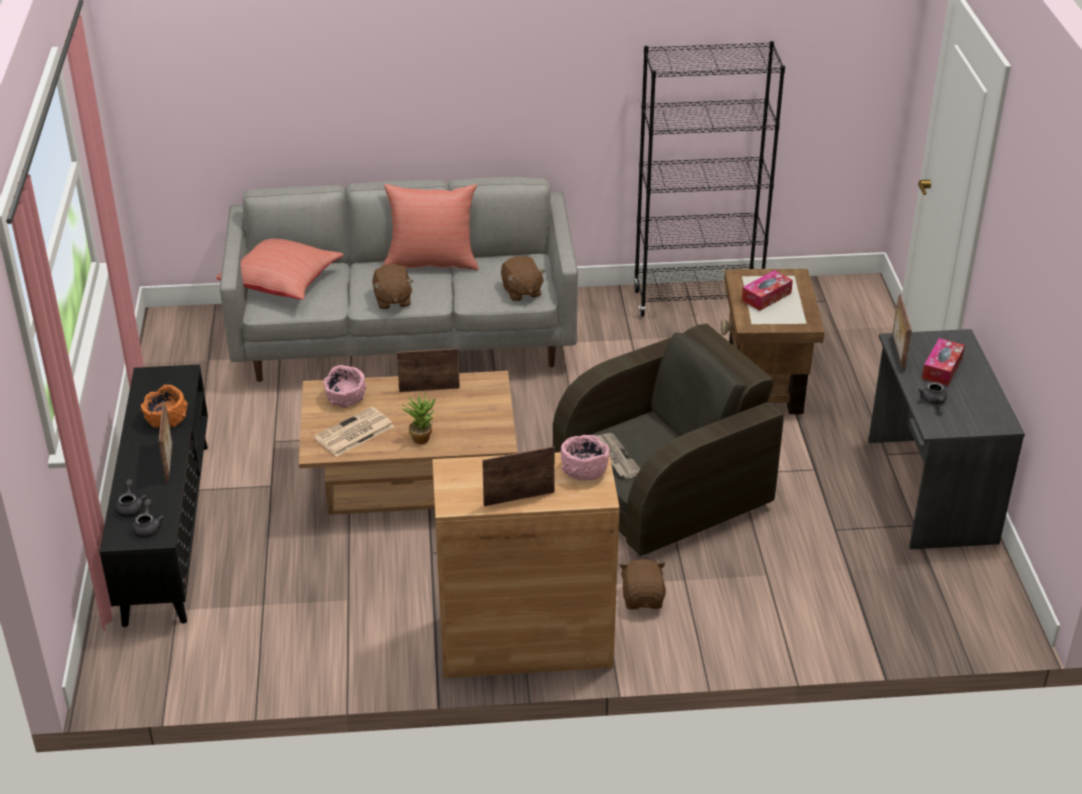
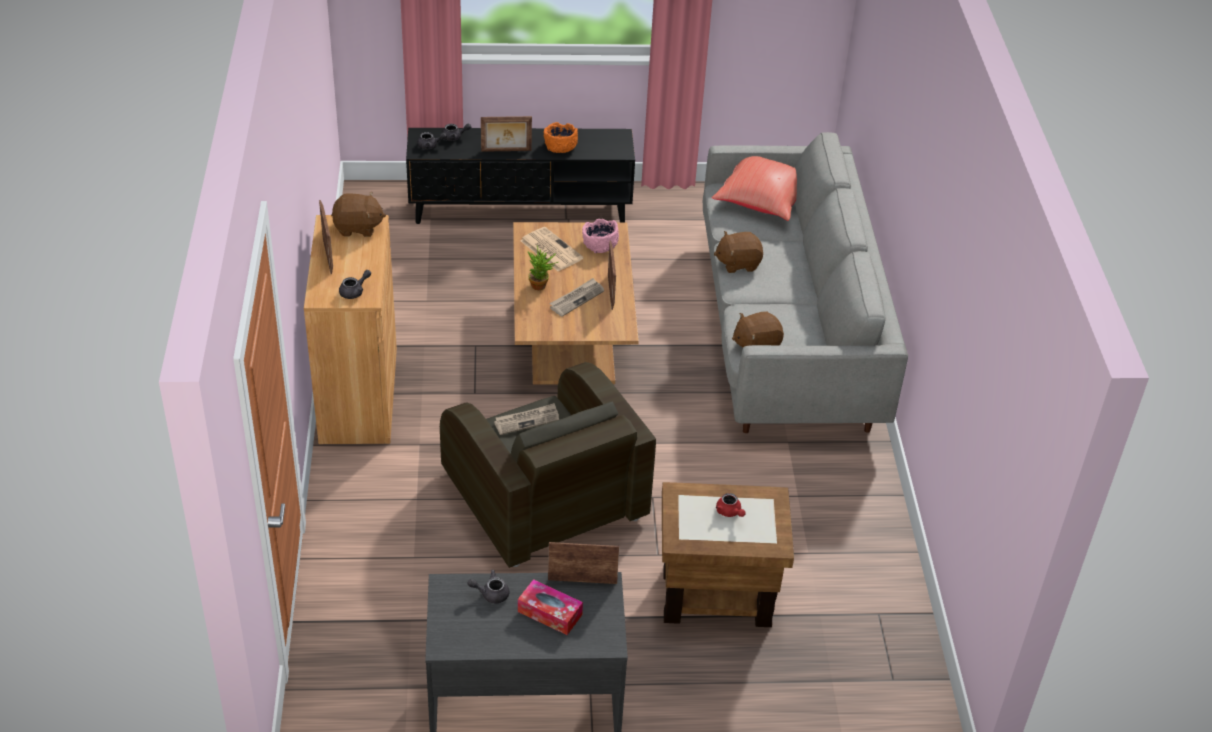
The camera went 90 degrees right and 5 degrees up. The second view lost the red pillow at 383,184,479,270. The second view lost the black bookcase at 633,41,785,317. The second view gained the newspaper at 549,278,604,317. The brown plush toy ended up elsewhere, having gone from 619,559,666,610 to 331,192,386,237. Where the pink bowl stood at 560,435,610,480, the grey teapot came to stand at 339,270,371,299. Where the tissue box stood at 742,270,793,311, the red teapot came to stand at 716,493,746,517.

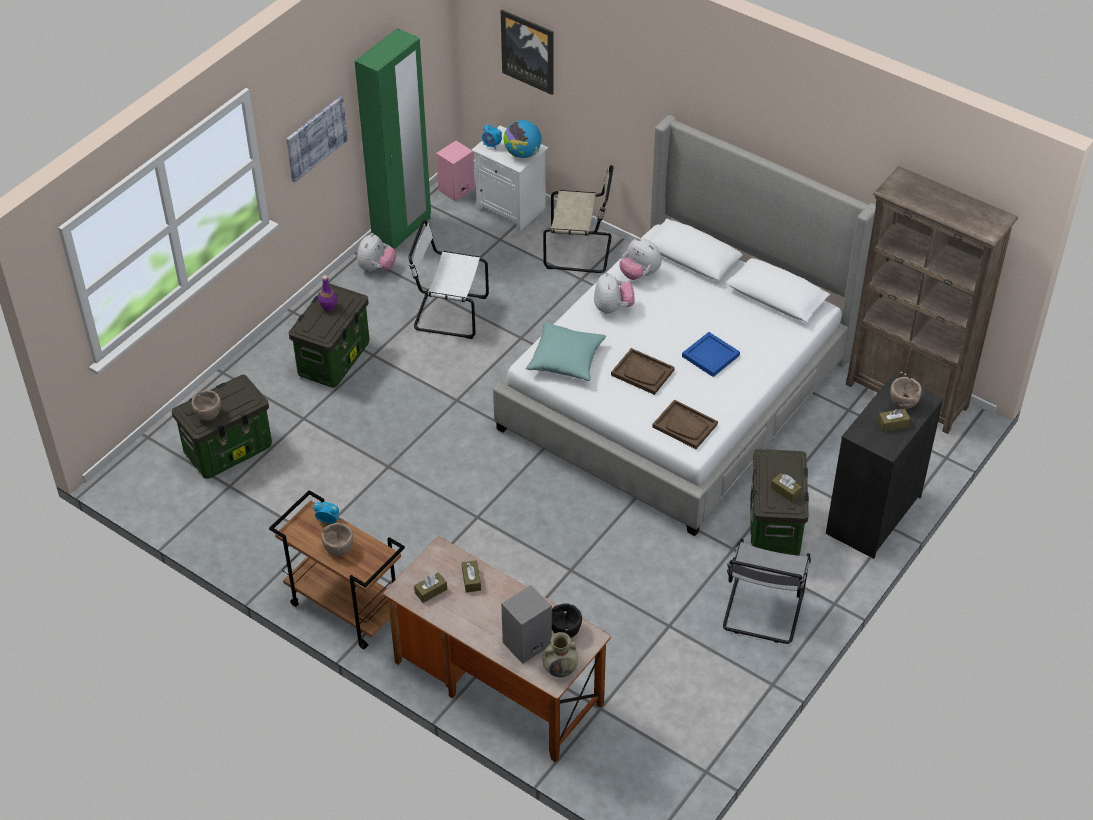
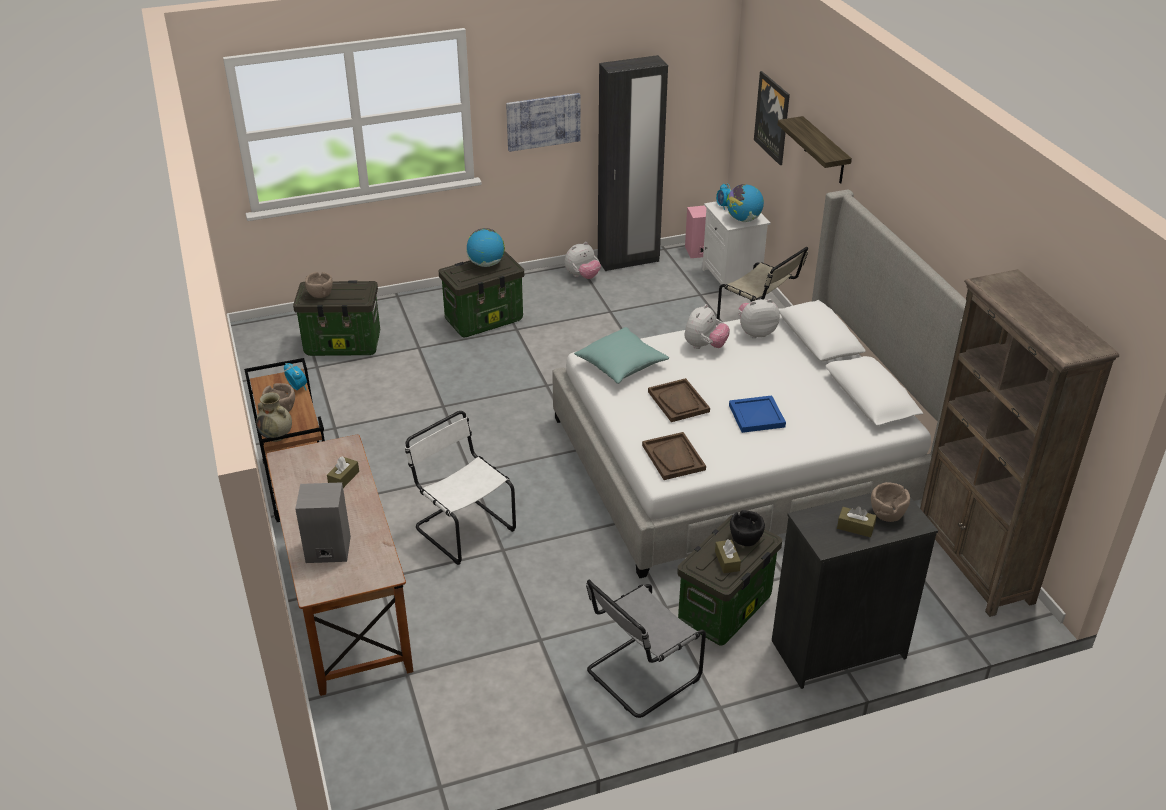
The camera went 35 degrees right and 10 degrees down. The second view lost the brown tissue box at 414,572,447,603. The second view gained the shelf at 778,116,852,184. The white chair ended up elsewhere, having gone from 409,220,489,339 to 405,411,516,565. The beige vase ended up elsewhere, having gone from 542,632,578,677 to 256,392,292,442. The black bowl ended up elsewhere, having gone from 552,603,582,638 to 730,510,765,546. Where the purple bottle stood at 318,275,337,311, the globe came to stand at 466,228,505,267. What was the green wardrobe at 355,28,431,249 turned into the black wardrobe at 598,55,668,271. The plush toy at 619,237,661,280 ended up facing another way, 90 degrees clockwise from before.

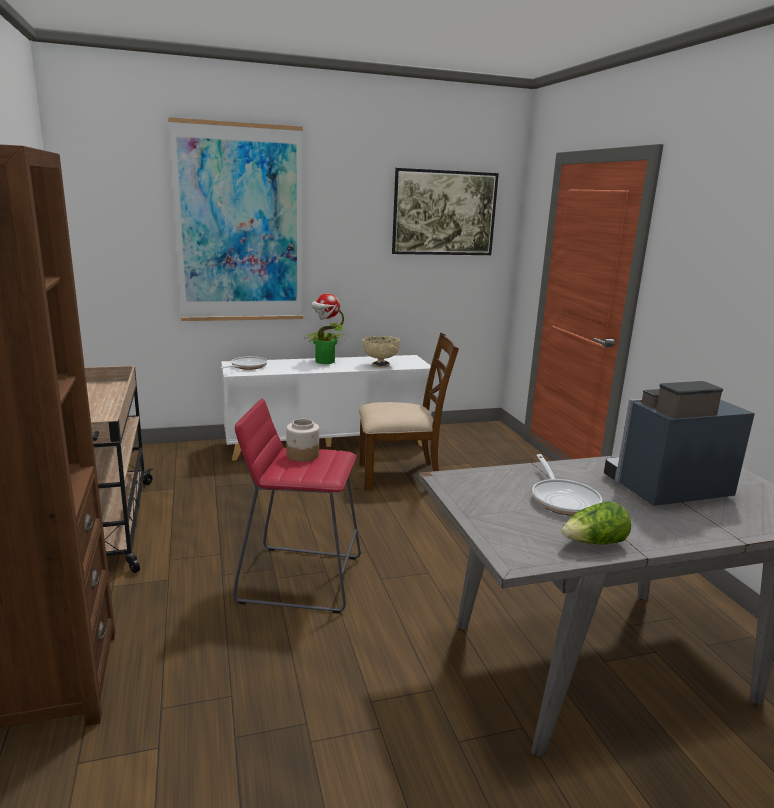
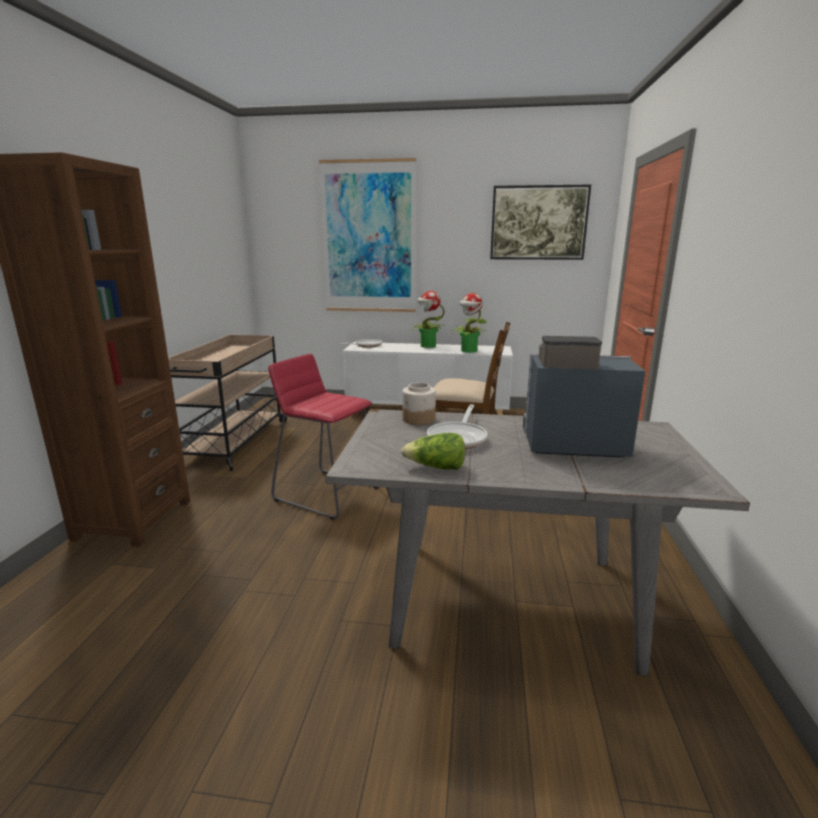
The camera went 25 degrees right and 0 degrees up. The jar ended up elsewhere, having gone from 286,419,319,462 to 402,382,436,425. Where the beige bowl stood at 363,336,400,368, the potted plant came to stand at 451,293,488,353.

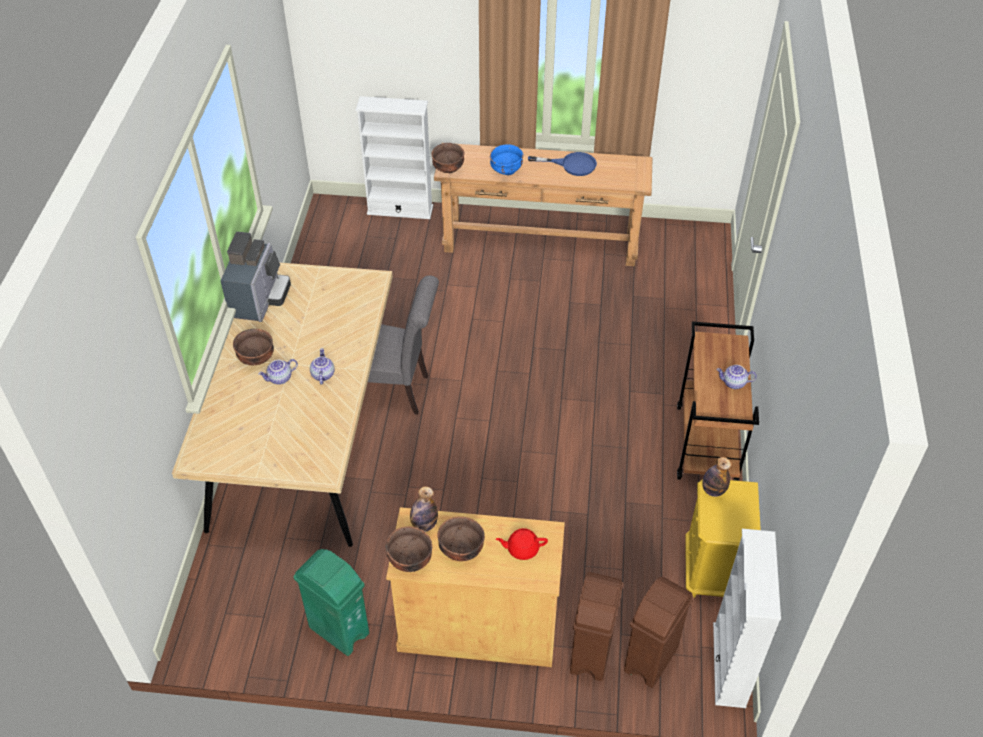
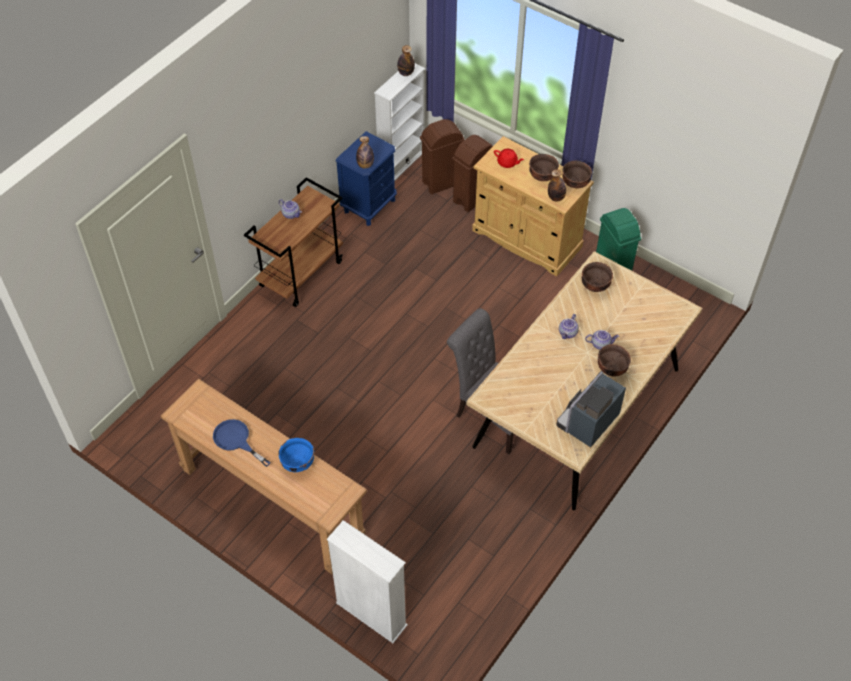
The camera went 150 degrees left and 5 degrees up. The second view gained the bottle at 397,45,415,76. The brown bowl ended up elsewhere, having gone from 431,143,465,173 to 582,262,613,292. What was the yellow nightstand at 685,479,761,599 turned into the blue nightstand at 335,131,397,226.

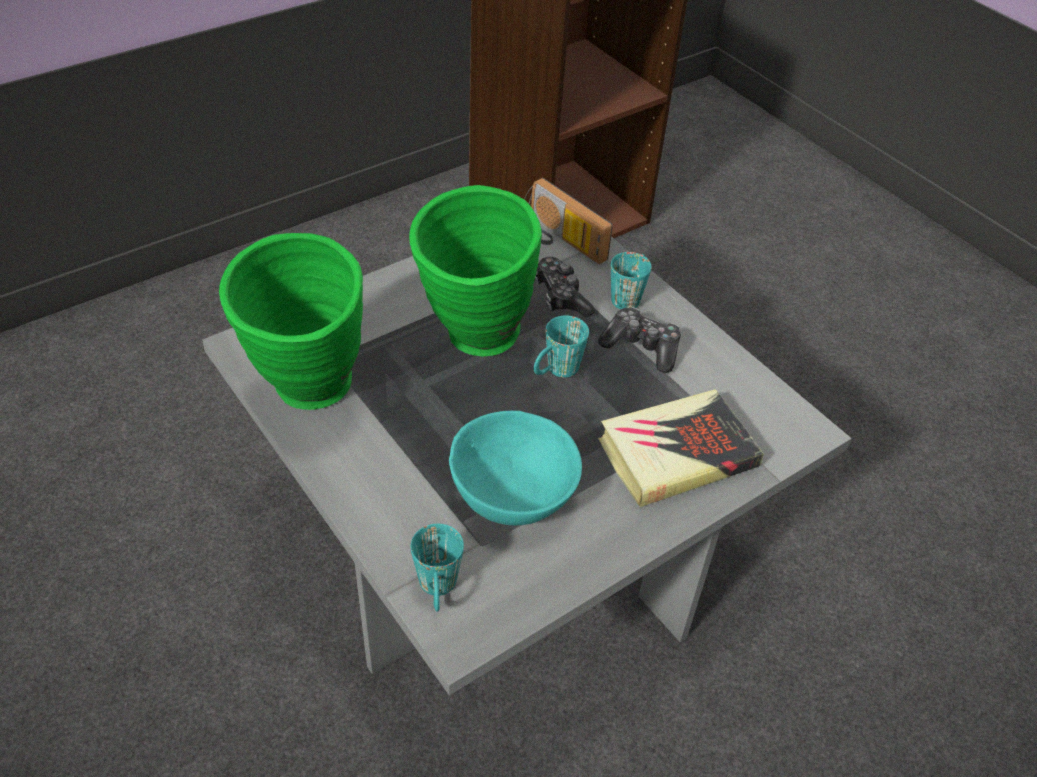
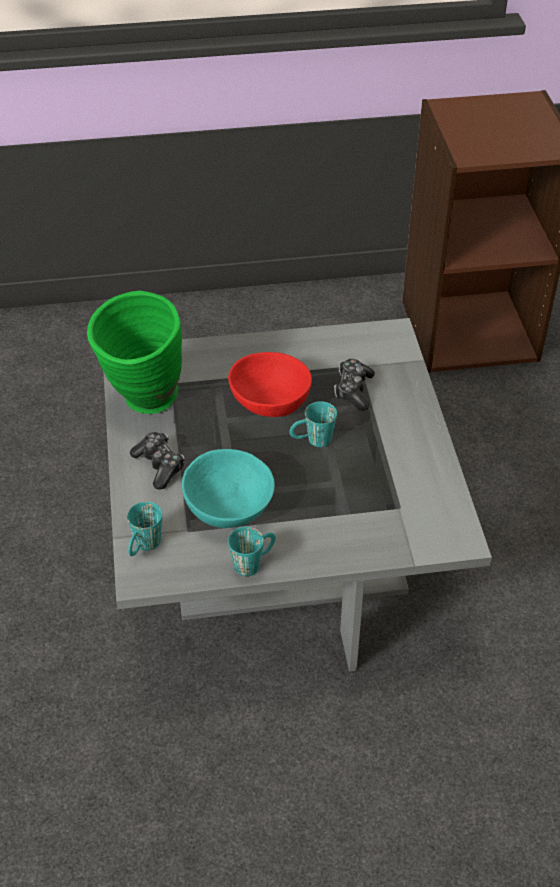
The camera went 30 degrees right and 0 degrees up. The second view lost the radio at 524,178,613,264. The second view lost the book at 598,389,764,507. The game controller ended up elsewhere, having gone from 598,307,681,373 to 130,432,185,489. The turquoise mug ended up elsewhere, having gone from 611,252,652,309 to 228,527,276,576. Where the green vase stood at 409,185,542,356, the red bowl came to stand at 228,352,312,417.

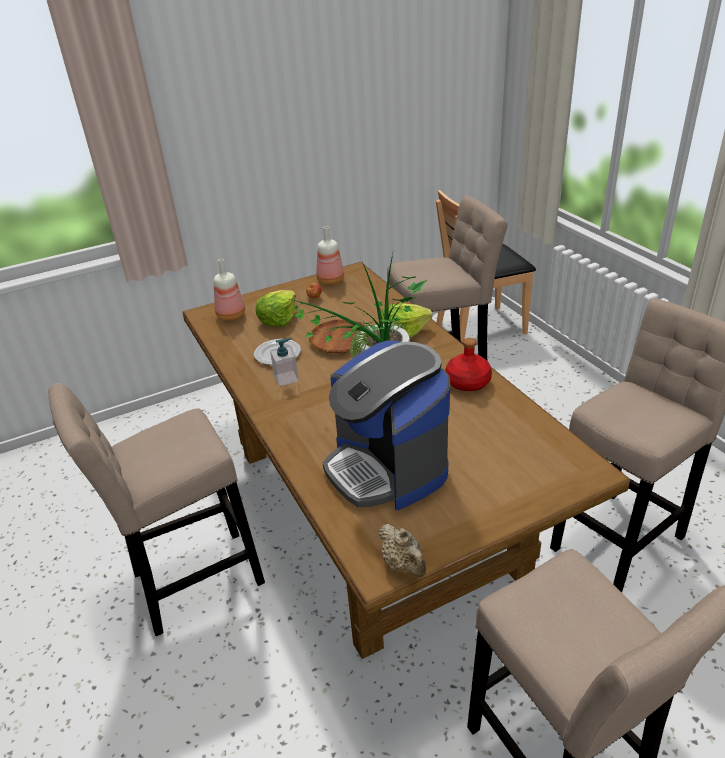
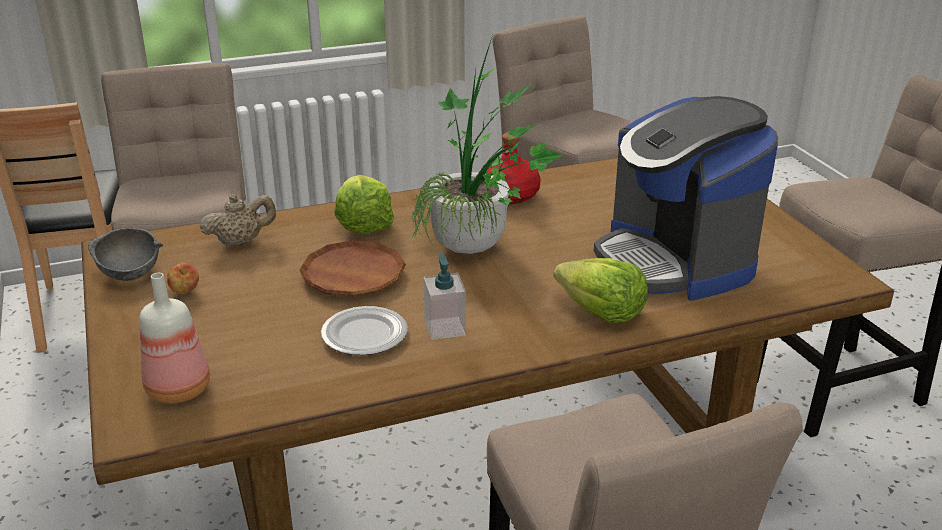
The camera went 85 degrees left and 5 degrees down. The lettuce ended up elsewhere, having gone from 256,290,296,327 to 554,258,648,323. The beige teapot ended up elsewhere, having gone from 379,524,426,577 to 199,194,276,247. Where the bottle stood at 316,227,344,285, the grey bowl came to stand at 88,228,163,281. The coffee machine at 323,341,450,510 ended up facing another way, 90 degrees clockwise from before.

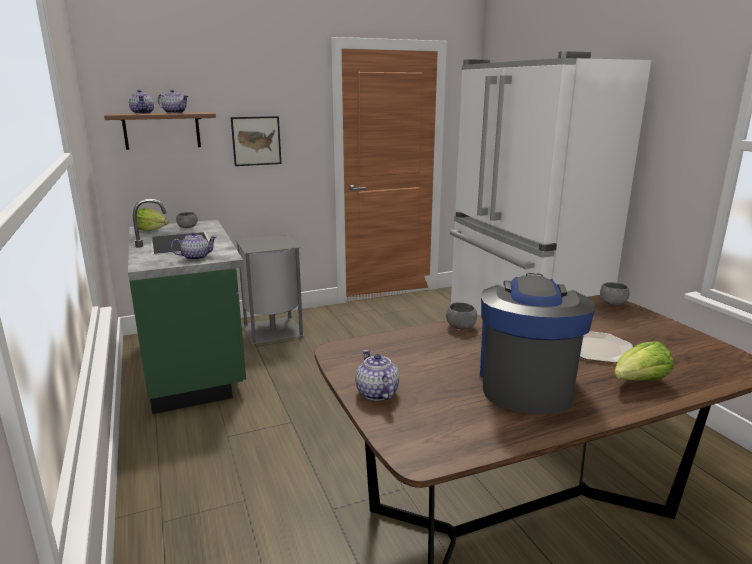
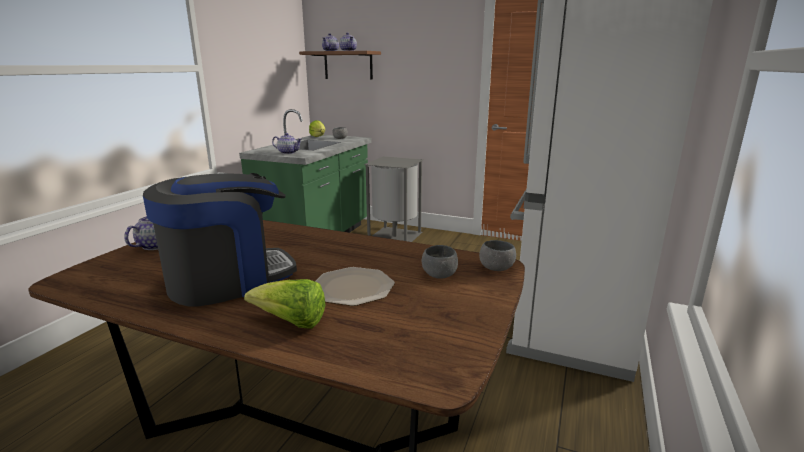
The camera went 45 degrees right and 0 degrees up. The second view lost the picture at 231,116,282,166. The grey bowl ended up elsewhere, having gone from 446,302,477,330 to 421,245,458,279.

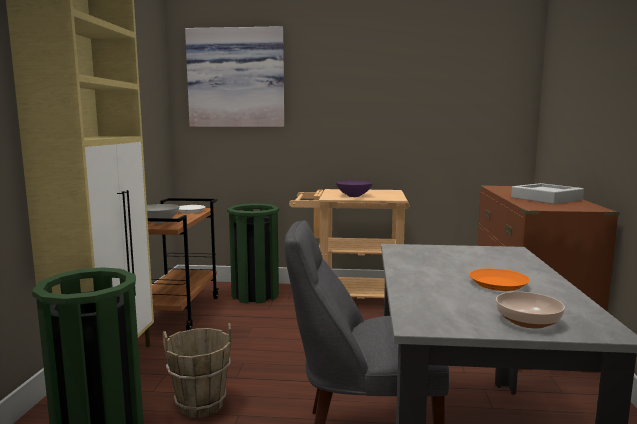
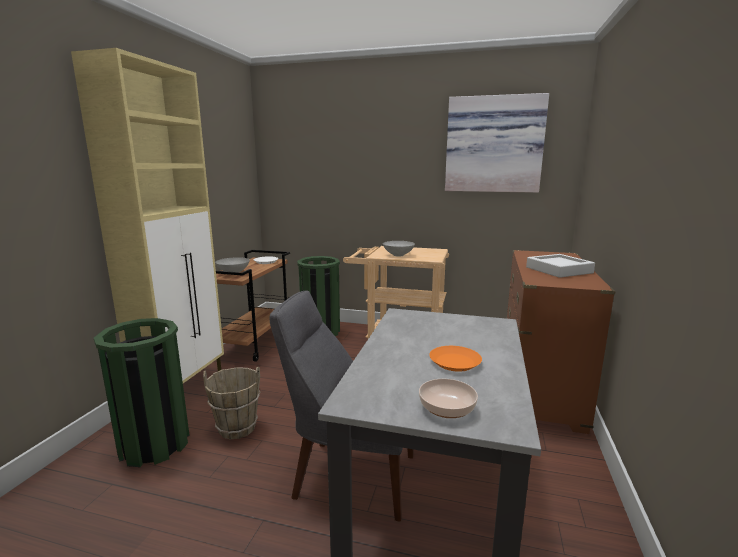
The camera went 10 degrees right and 5 degrees up. The picture ended up elsewhere, having gone from 185,26,284,127 to 445,93,549,193. What was the purple bowl at 336,180,373,197 turned into the grey bowl at 383,241,415,256.

